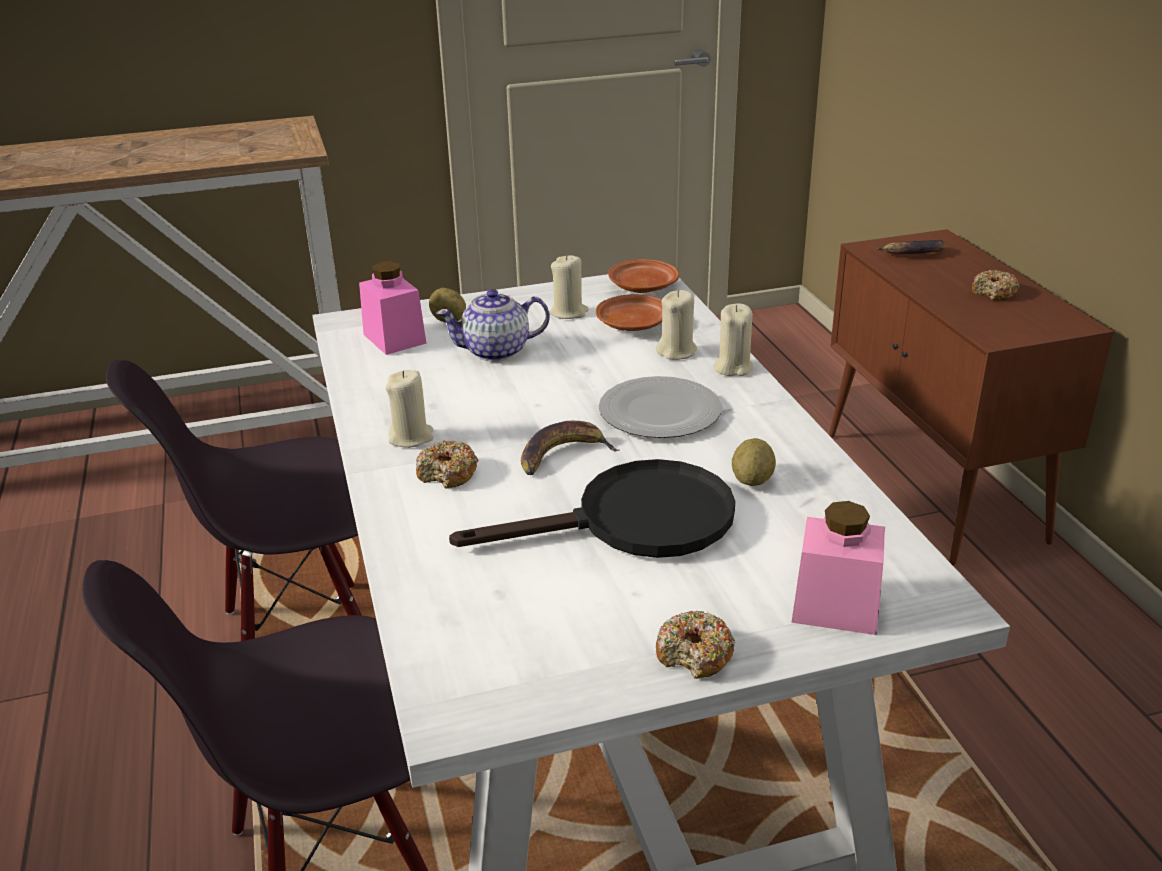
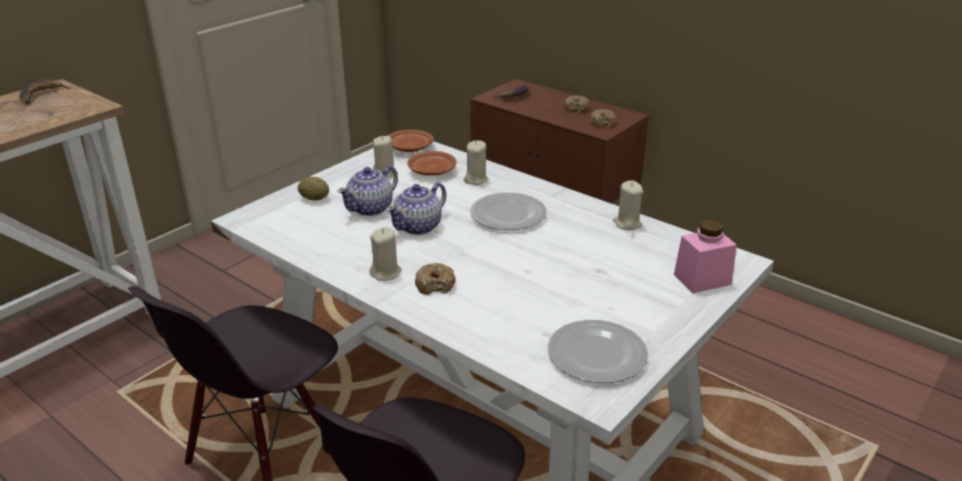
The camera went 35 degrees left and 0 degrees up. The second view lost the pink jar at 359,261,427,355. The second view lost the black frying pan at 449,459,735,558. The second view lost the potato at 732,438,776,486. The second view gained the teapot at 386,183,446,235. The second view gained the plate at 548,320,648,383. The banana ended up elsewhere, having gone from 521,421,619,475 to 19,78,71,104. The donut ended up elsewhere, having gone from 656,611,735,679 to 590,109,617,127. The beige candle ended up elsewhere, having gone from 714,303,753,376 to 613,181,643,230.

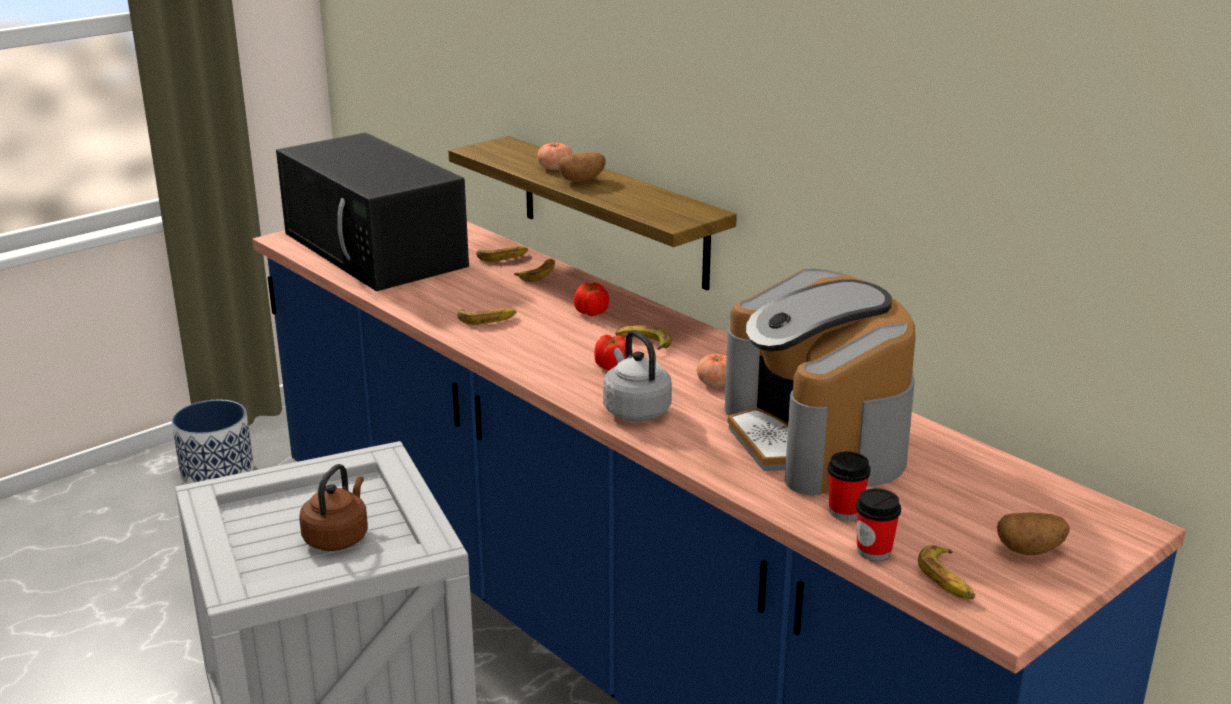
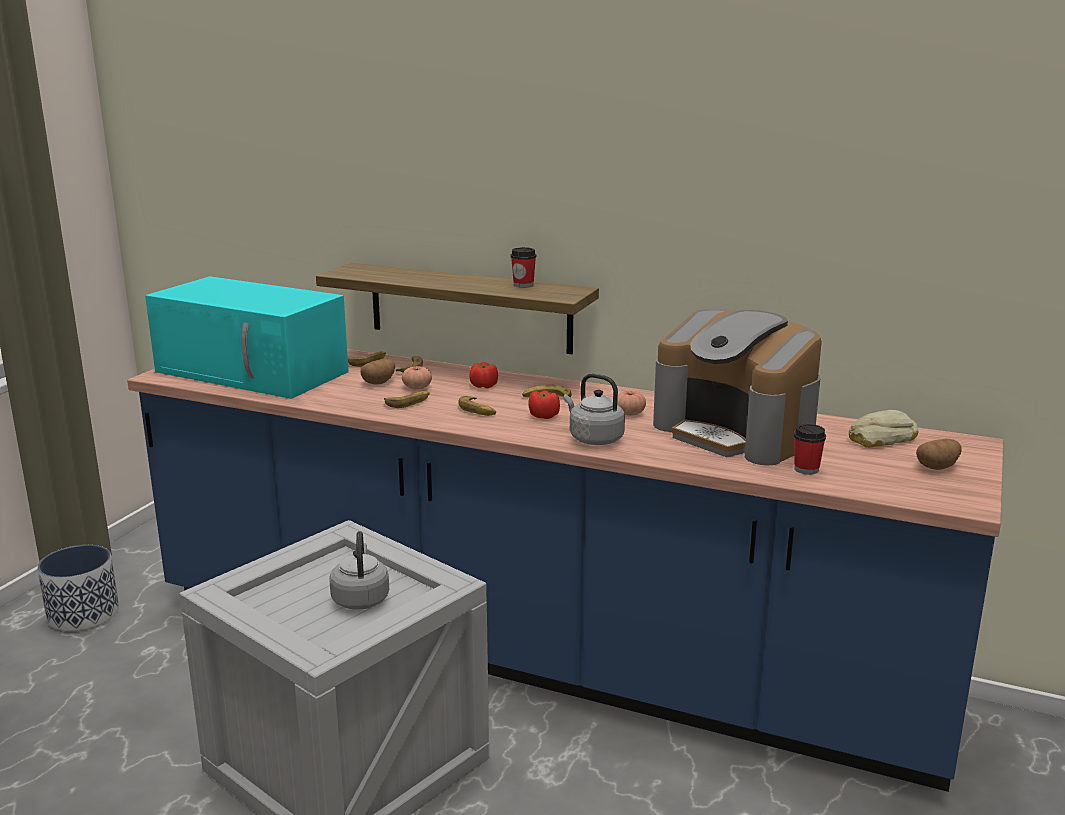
The camera went 25 degrees left and 5 degrees down. The second view gained the bread at 849,410,918,448. The tomato ended up elsewhere, having gone from 537,143,572,170 to 402,366,432,390. The potato ended up elsewhere, having gone from 558,152,606,183 to 360,359,395,384. The cup ended up elsewhere, having gone from 856,488,901,561 to 511,247,536,288. The banana ended up elsewhere, having gone from 918,545,975,599 to 458,396,496,416. What was the black microwave at 276,133,469,291 turned into the turquoise microwave at 145,276,349,399. What was the brown kettle at 299,464,368,551 turned into the grey kettle at 329,531,389,610.

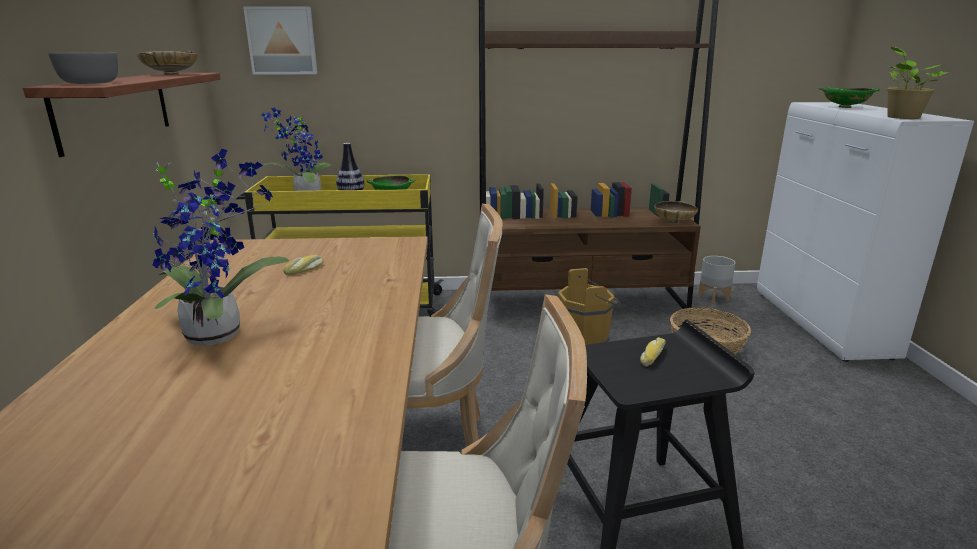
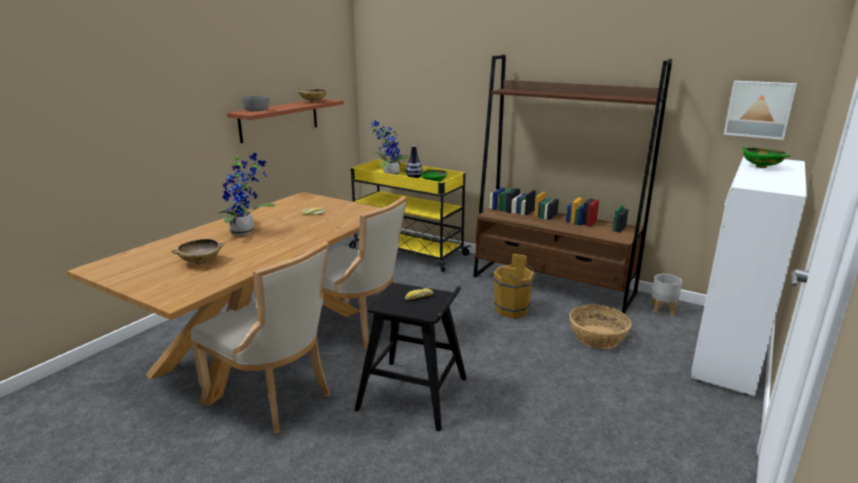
The camera went 35 degrees right and 0 degrees up. The second view lost the potted plant at 887,47,949,119. The picture ended up elsewhere, having gone from 243,6,317,75 to 724,81,797,140. The beige bowl ended up elsewhere, having gone from 654,201,698,224 to 171,239,225,264.

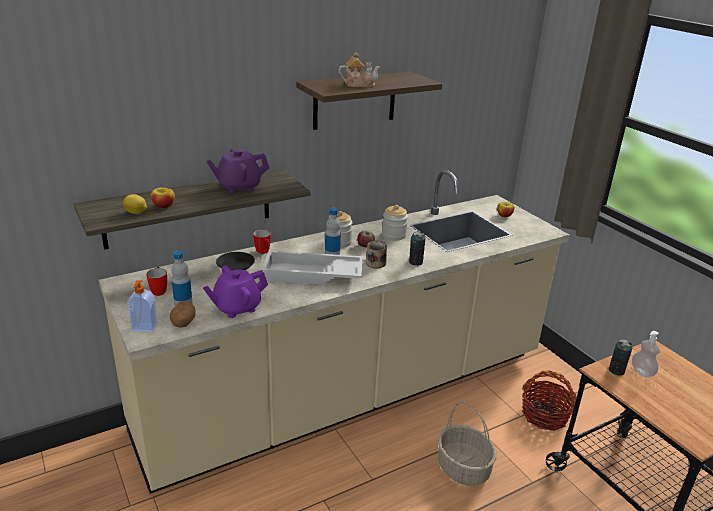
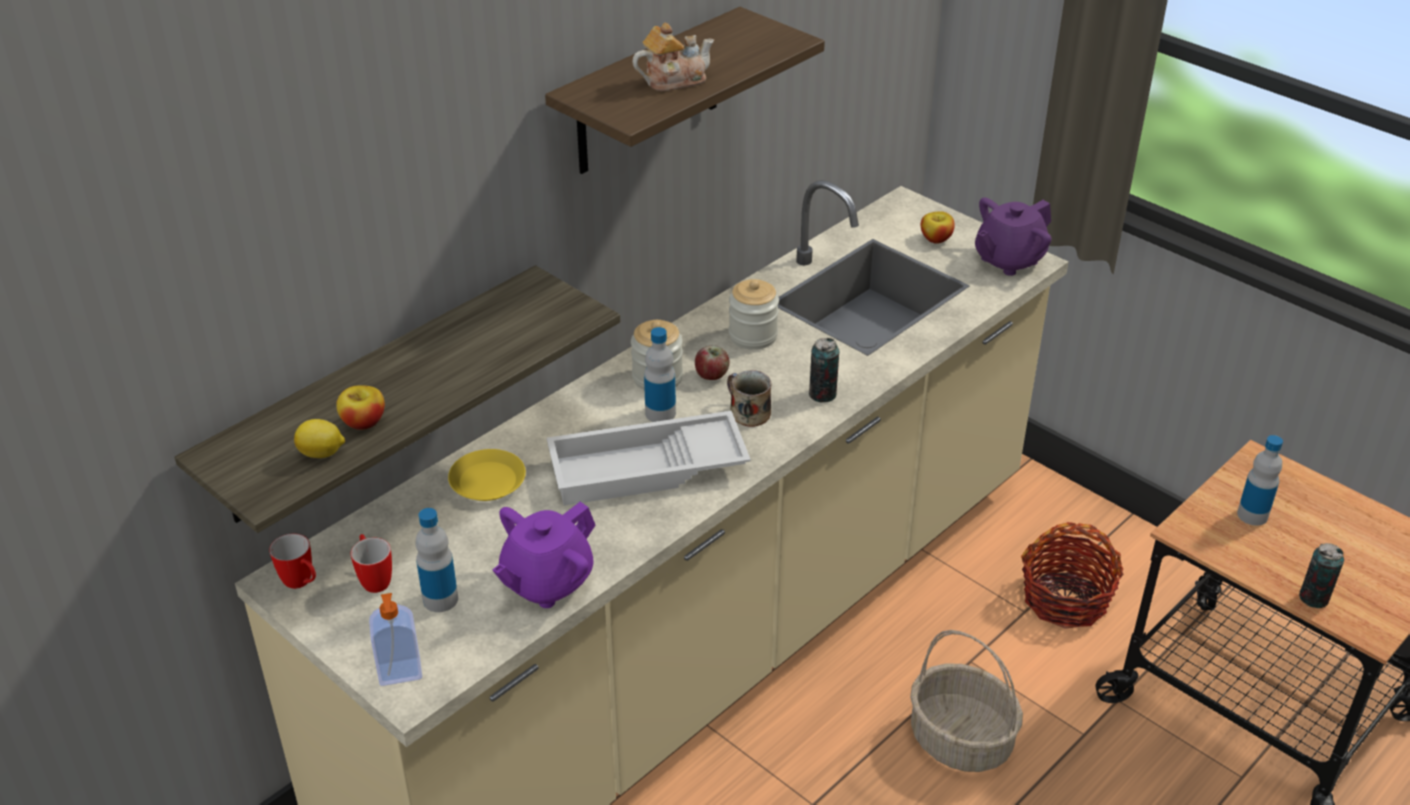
The camera went 15 degrees left and 10 degrees up. The second view lost the potato at 170,301,196,328. The purple teapot ended up elsewhere, having gone from 206,148,269,193 to 975,198,1051,276. The mug ended up elsewhere, having gone from 253,230,271,254 to 269,534,316,589. The can ended up elsewhere, having gone from 609,339,632,376 to 1299,543,1344,608. Where the soap dispenser stood at 632,331,660,377, the bottle came to stand at 1237,435,1283,526. What was the black plate at 216,252,255,271 turned into the yellow plate at 448,449,526,501.

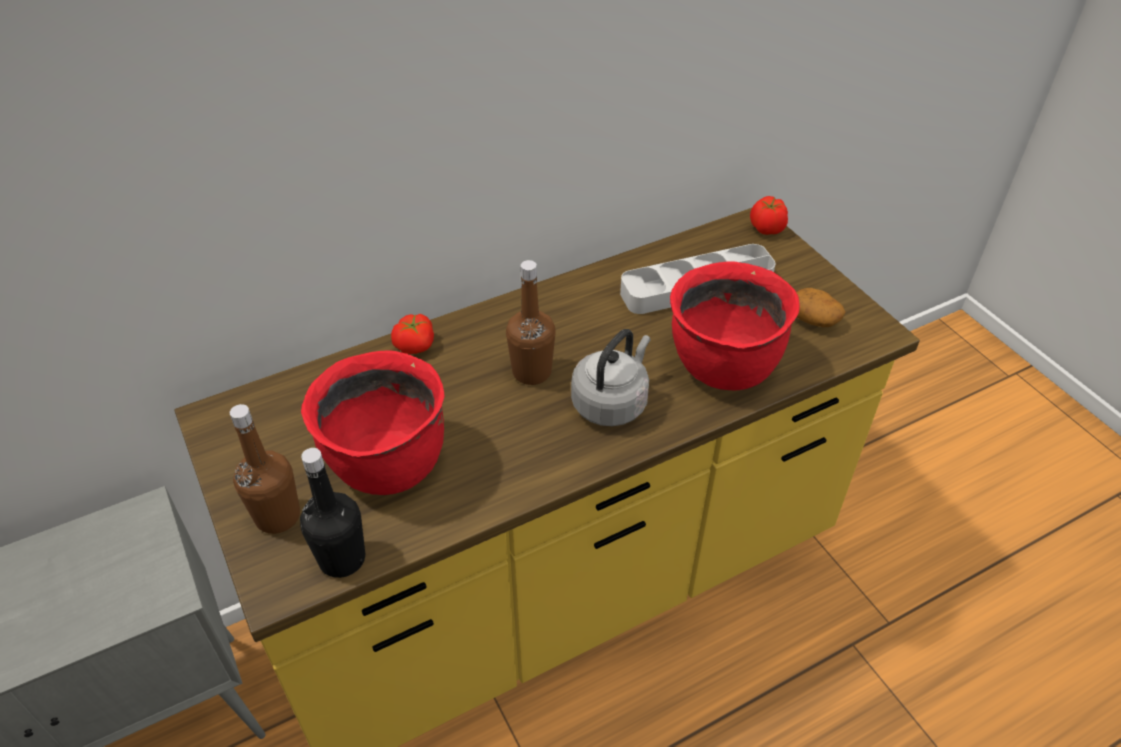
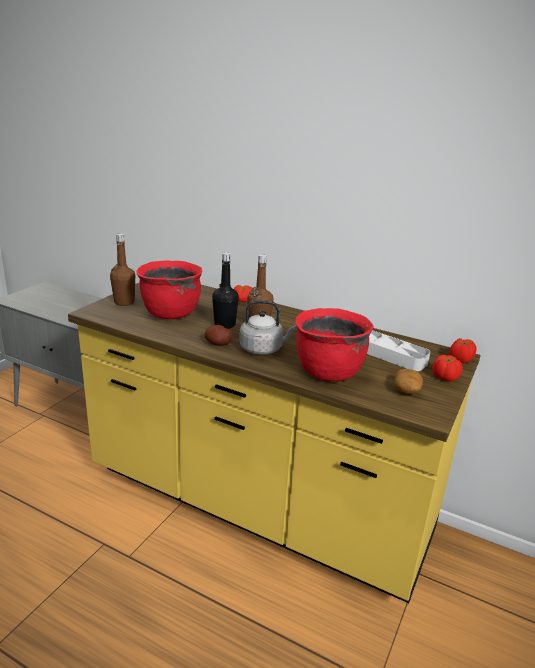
The camera went 55 degrees right and 20 degrees down. The second view gained the potato at 205,325,233,346. The second view gained the tomato at 432,355,462,382. The black bottle ended up elsewhere, having gone from 300,448,365,578 to 212,252,239,329.

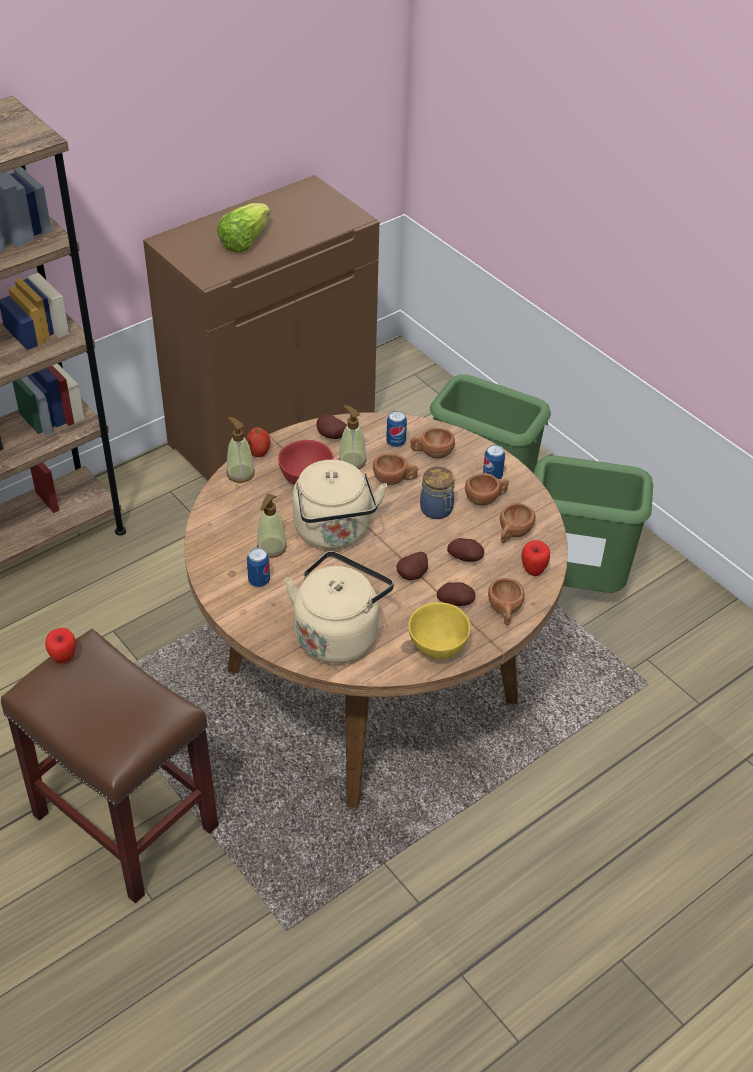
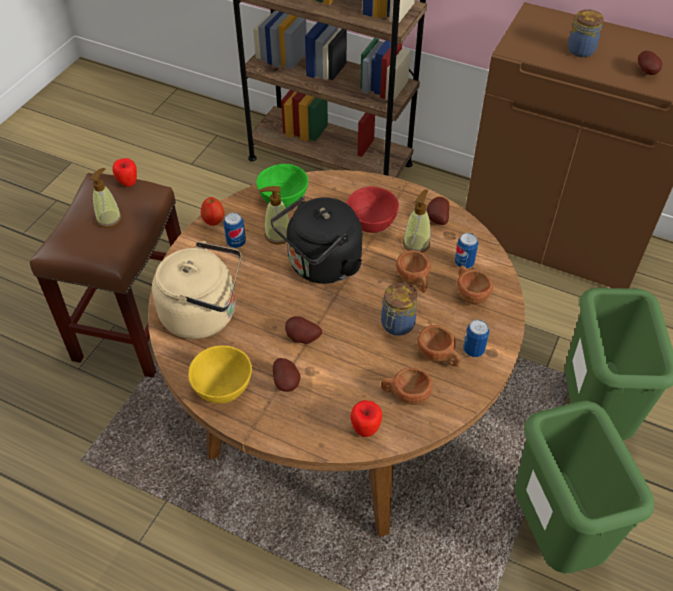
The camera went 65 degrees right and 5 degrees up. The second view lost the brown cup at 488,578,525,625. The second view gained the green bowl at 256,164,308,208. The soap dispenser ended up elsewhere, having gone from 227,417,255,483 to 90,168,122,228. The apple ended up elsewhere, having gone from 246,427,271,457 to 201,197,224,226. The potato ended up elsewhere, having gone from 447,538,484,562 to 638,50,662,75. Where the lettuce stood at 217,203,270,252, the jar came to stand at 568,9,604,57. What was the beige kettle at 292,460,387,549 turned into the black kettle at 271,197,362,284.

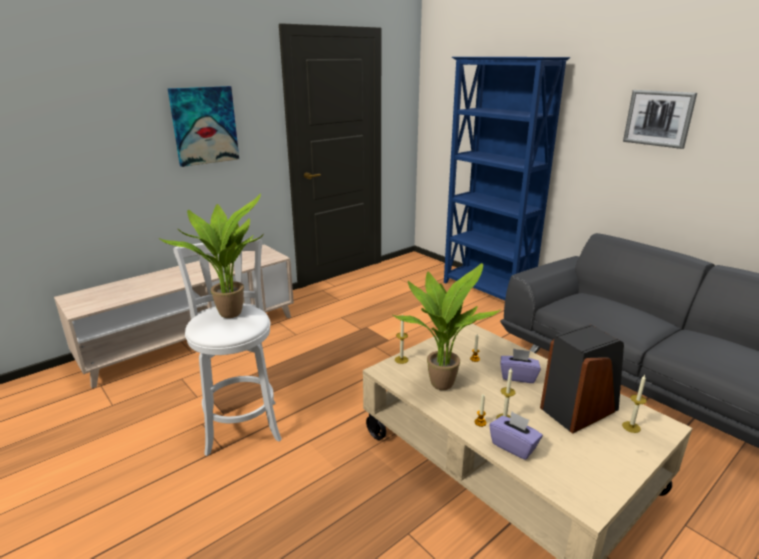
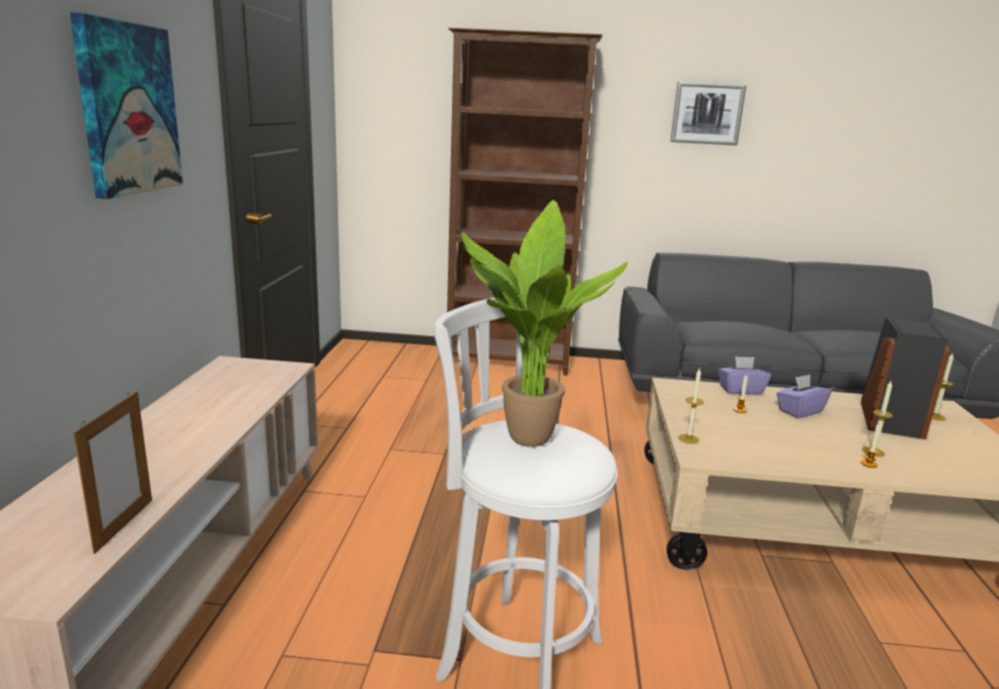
The camera went 45 degrees left and 5 degrees down. The second view lost the potted plant at 393,263,501,390. The second view gained the picture frame at 73,391,152,554. The purple tissue box ended up elsewhere, having gone from 489,412,543,460 to 718,356,771,395. What was the blue bookcase at 444,57,570,301 turned into the brown bookcase at 447,28,602,376.

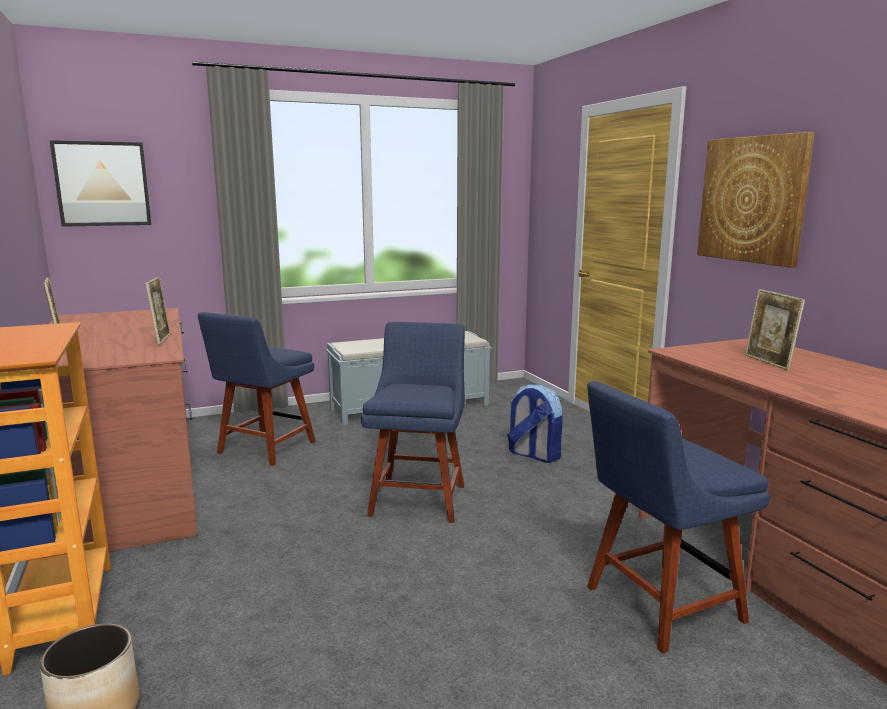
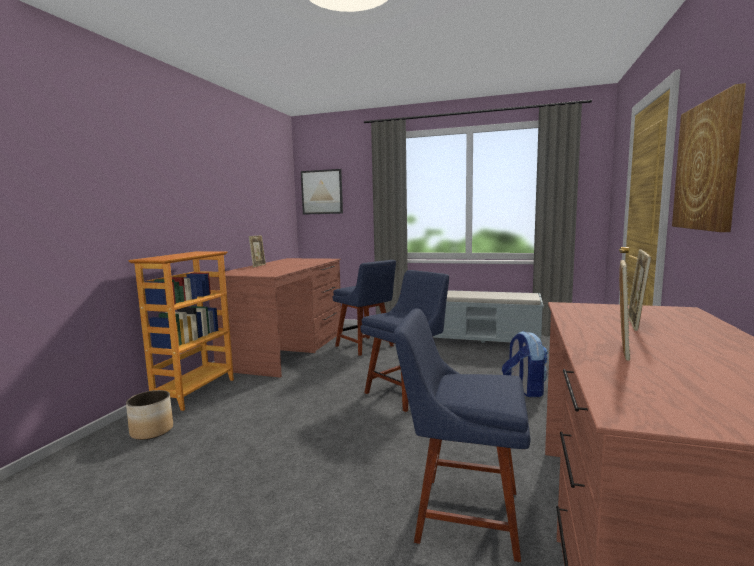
The camera went 40 degrees right and 5 degrees down. The picture frame ended up elsewhere, having gone from 146,277,171,345 to 619,260,631,361. The blue chair at 198,312,316,466 ended up facing another way, 105 degrees counterclockwise from before.

